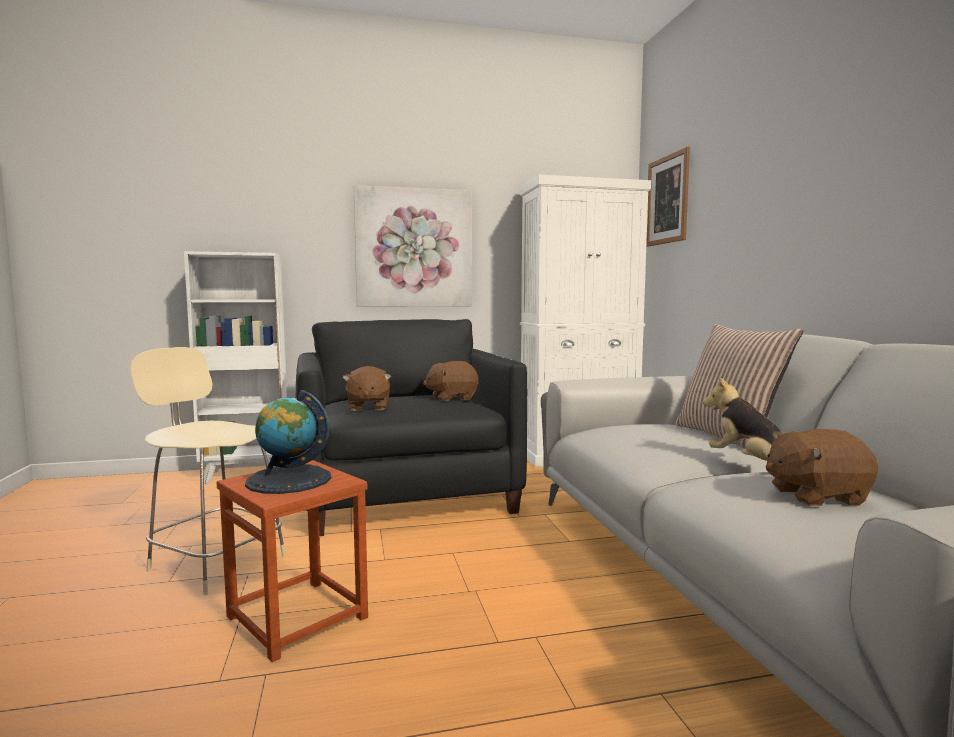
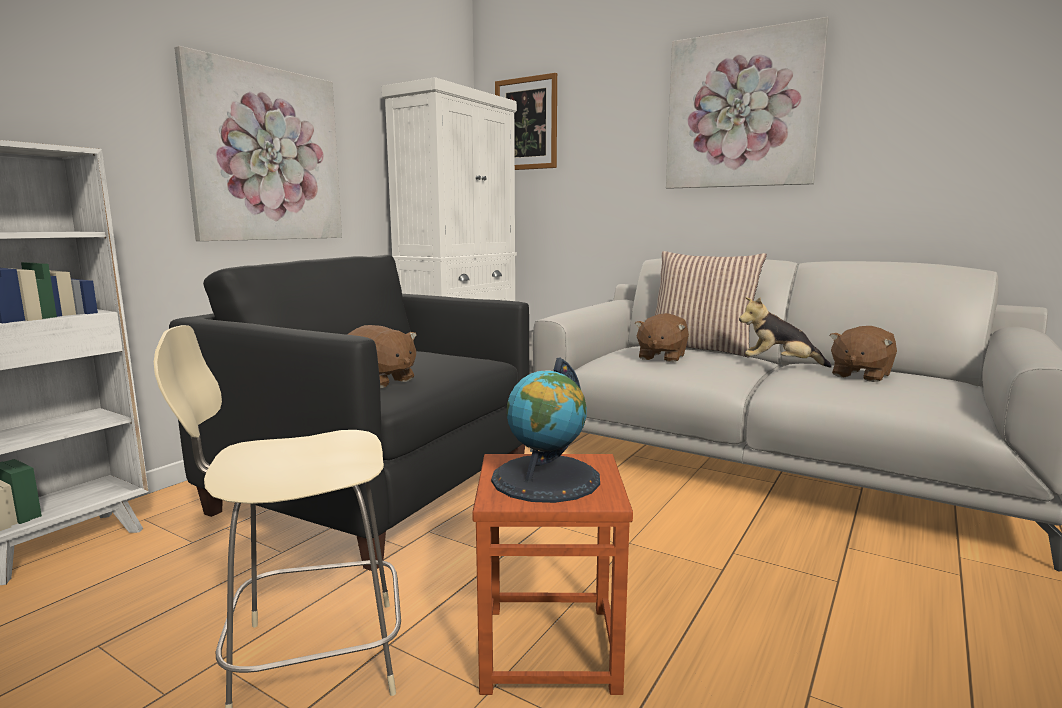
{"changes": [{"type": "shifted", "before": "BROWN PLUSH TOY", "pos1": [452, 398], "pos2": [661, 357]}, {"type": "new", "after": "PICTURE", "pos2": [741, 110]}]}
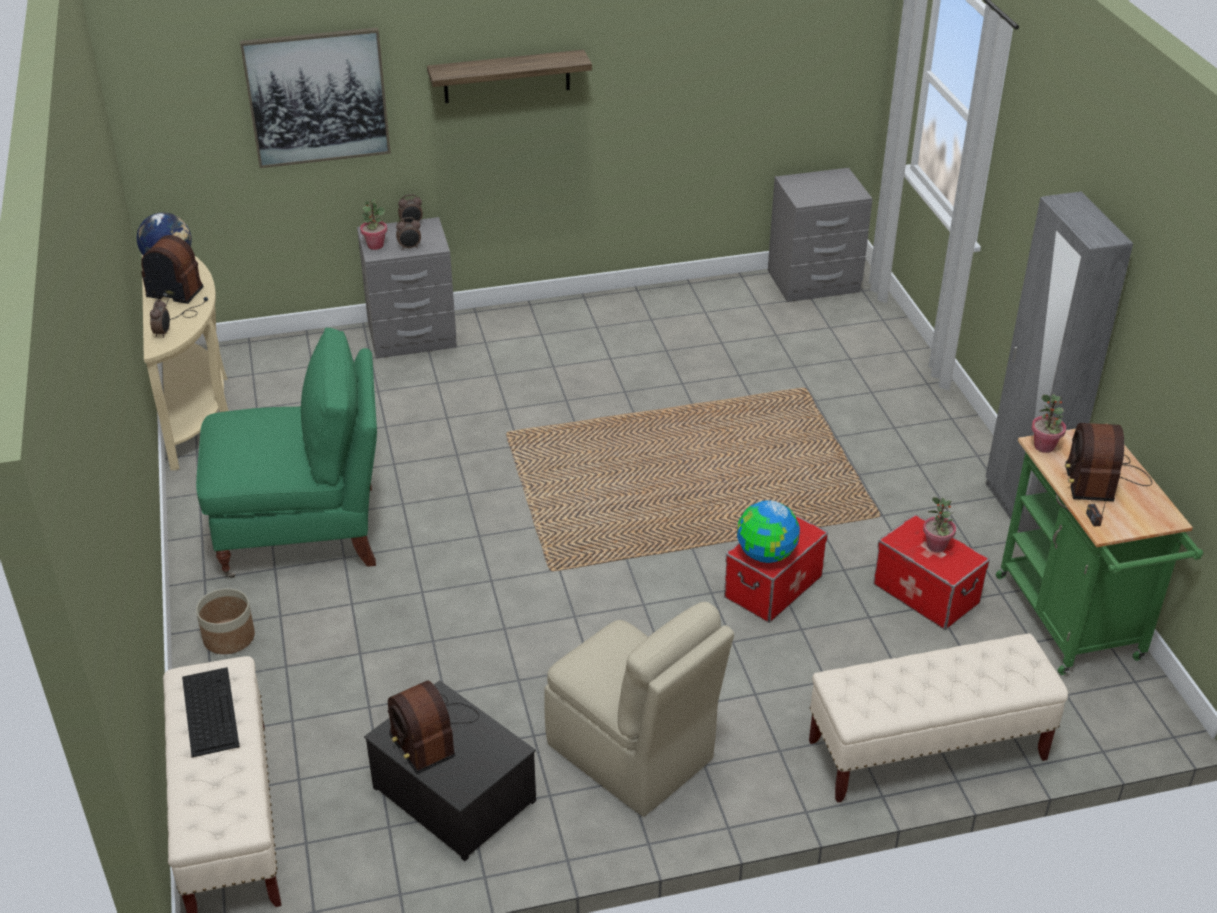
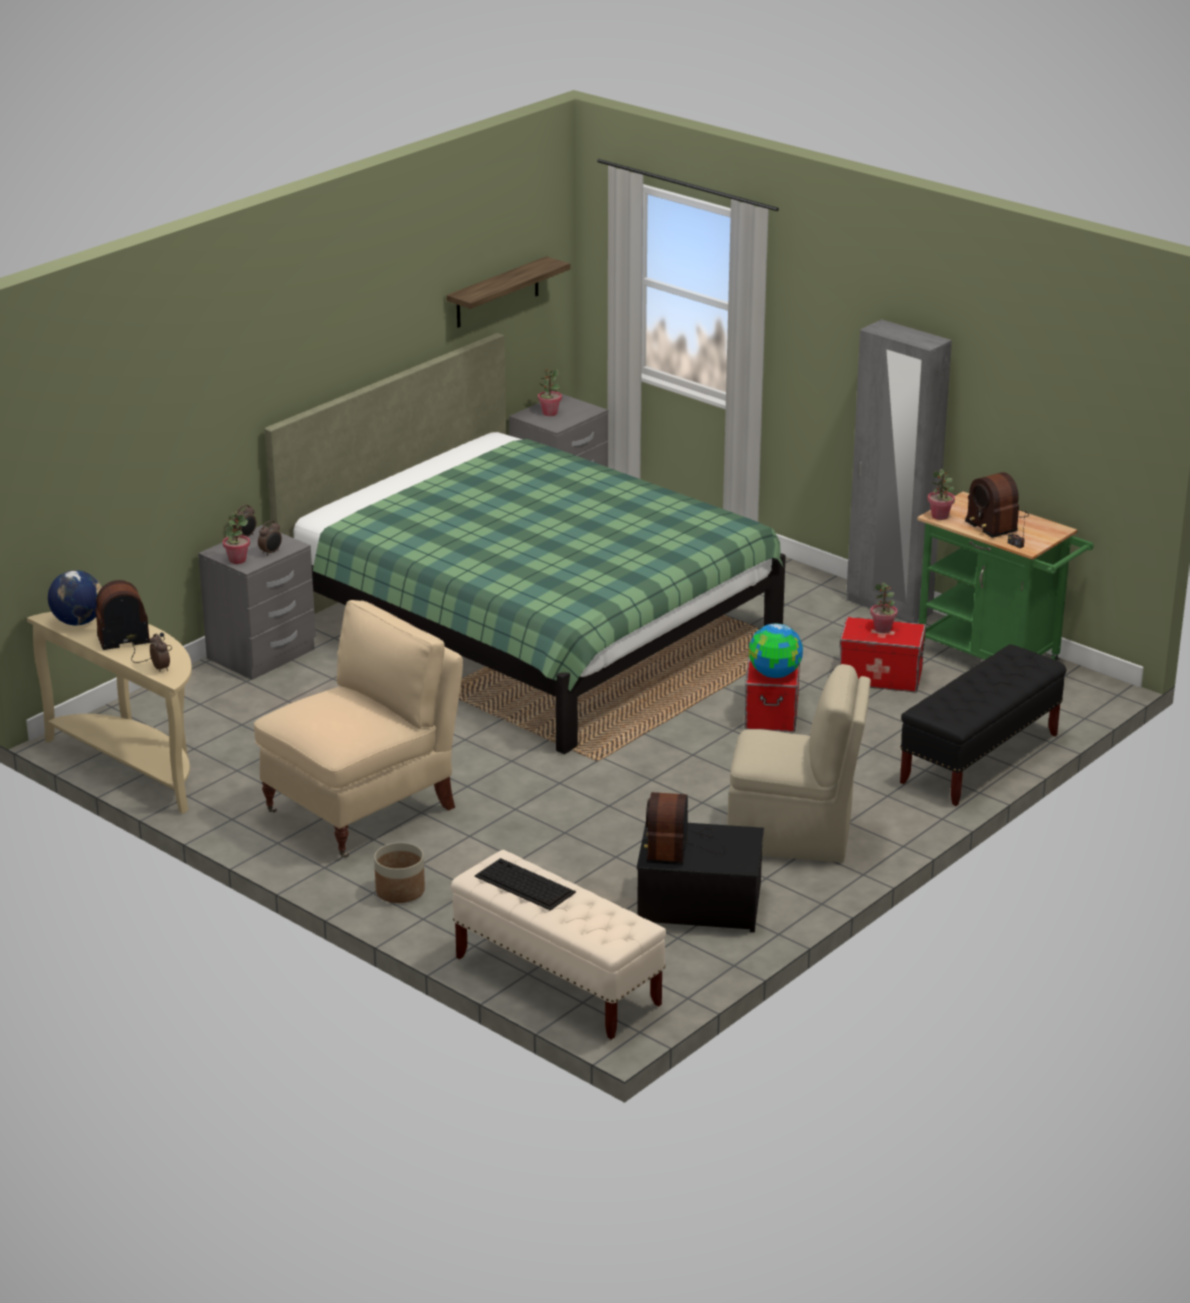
{"changes": [{"type": "repainted", "before": "GREEN ARMCHAIR", "after": "BEIGE ARMCHAIR", "pos1": [304, 531], "pos2": [363, 809]}, {"type": "new", "after": "GREEN BED", "pos2": [530, 628]}, {"type": "shifted", "before": "SHELF", "pos1": [507, 76], "pos2": [497, 293]}, {"type": "new", "after": "POTTED PLANT", "pos2": [549, 413]}, {"type": "rotated", "before": "RADIO", "pos1": [431, 733], "pos2": [681, 847], "turn": 75}, {"type": "repainted", "before": "BEIGE BENCH", "after": "BLACK BENCH", "pos1": [926, 751], "pos2": [979, 759]}, {"type": "gone", "before": "PICTURE", "pos1": [317, 97]}]}
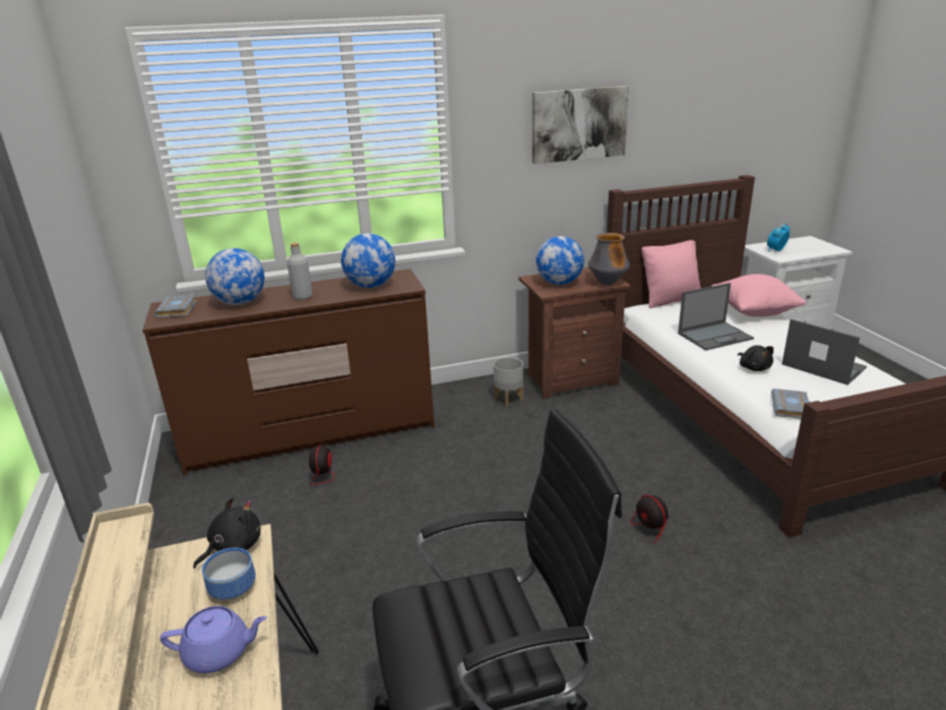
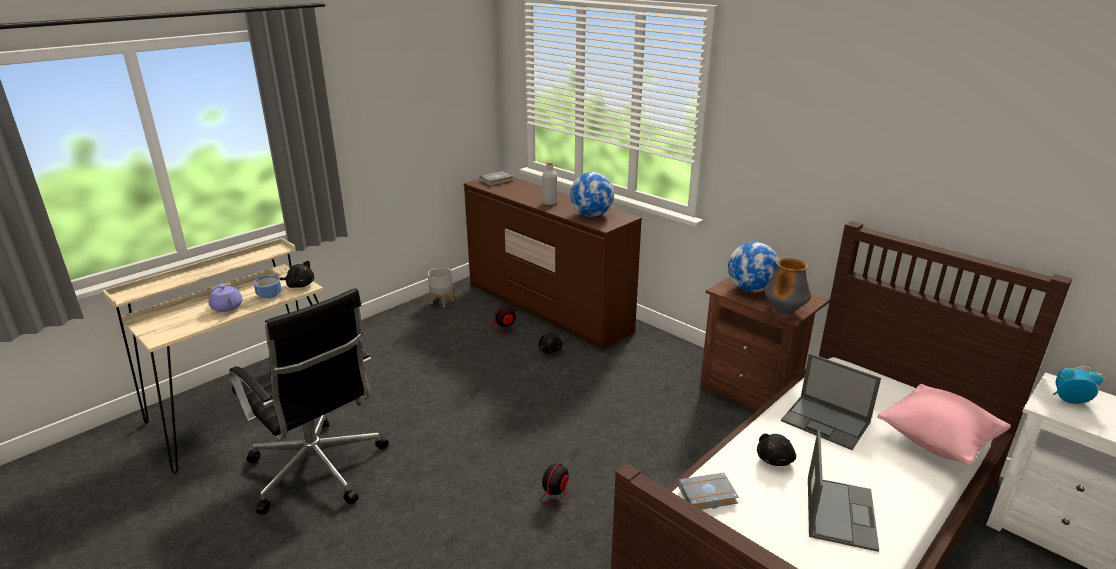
{"changes": [{"type": "shifted", "before": "GREY PLANTER", "pos1": [509, 399], "pos2": [442, 302]}, {"type": "new", "after": "BLACK PLUSH TOY", "pos2": [550, 350]}, {"type": "gone", "before": "GLOBE", "pos1": [240, 303]}, {"type": "gone", "before": "PICTURE", "pos1": [579, 124]}, {"type": "gone", "before": "PINK PILLOW", "pos1": [670, 300]}]}
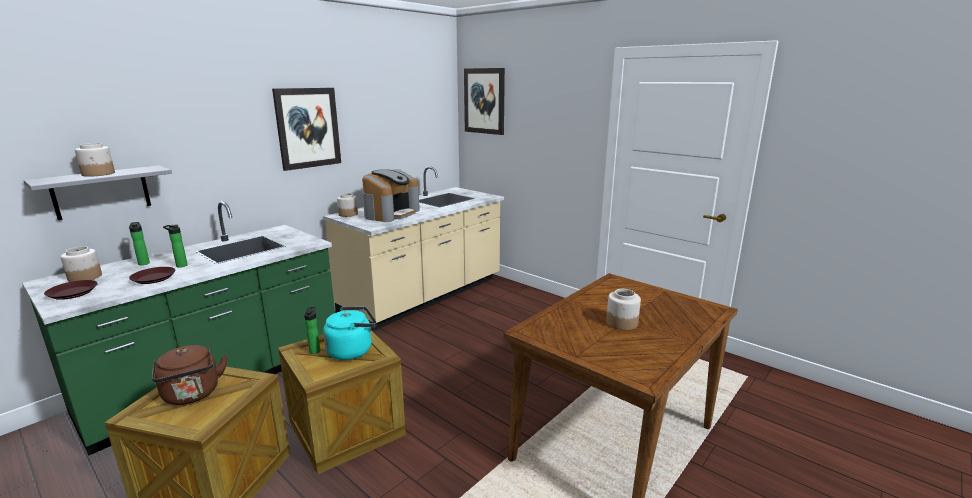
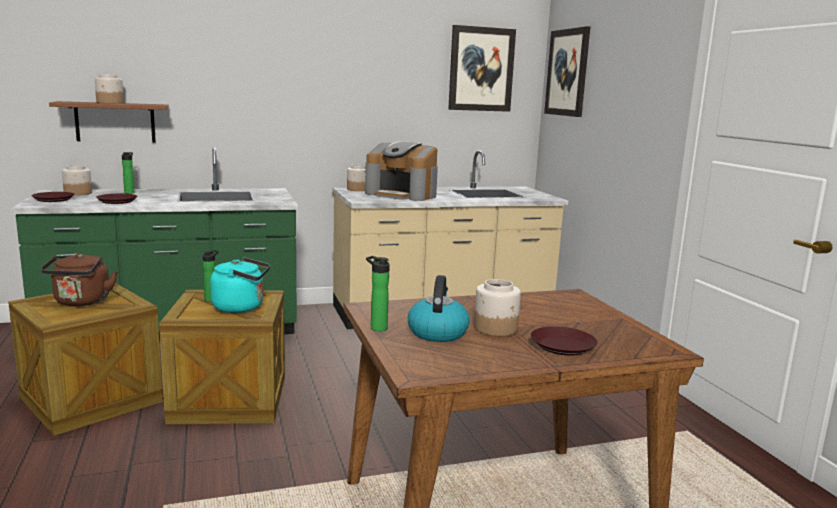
{"changes": [{"type": "repainted", "before": "GREY SHELF", "after": "BROWN SHELF", "pos1": [101, 192], "pos2": [115, 122]}, {"type": "rotated", "before": "COFFEE MACHINE", "pos1": [391, 213], "pos2": [402, 195], "turn": 60}, {"type": "shifted", "before": "BOTTLE", "pos1": [180, 265], "pos2": [376, 328]}, {"type": "new", "after": "KETTLE", "pos2": [437, 332]}, {"type": "shifted", "before": "PICTURE", "pos1": [308, 128], "pos2": [481, 69]}, {"type": "new", "after": "BROWN PLATE", "pos2": [562, 346]}]}
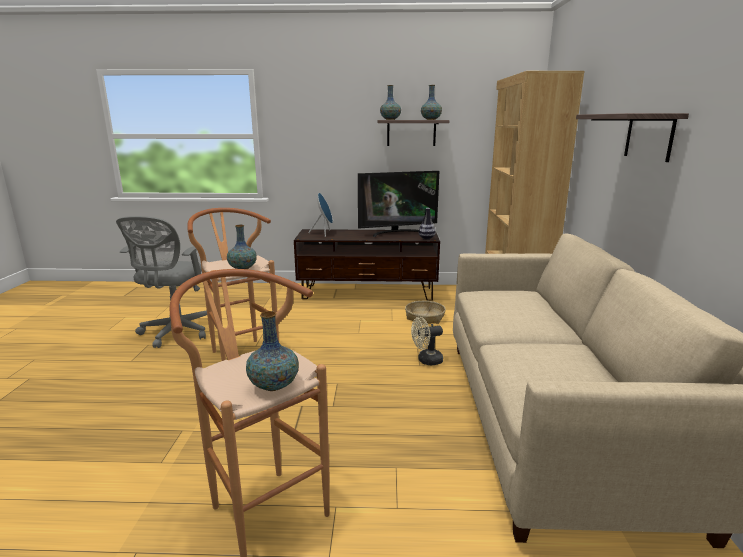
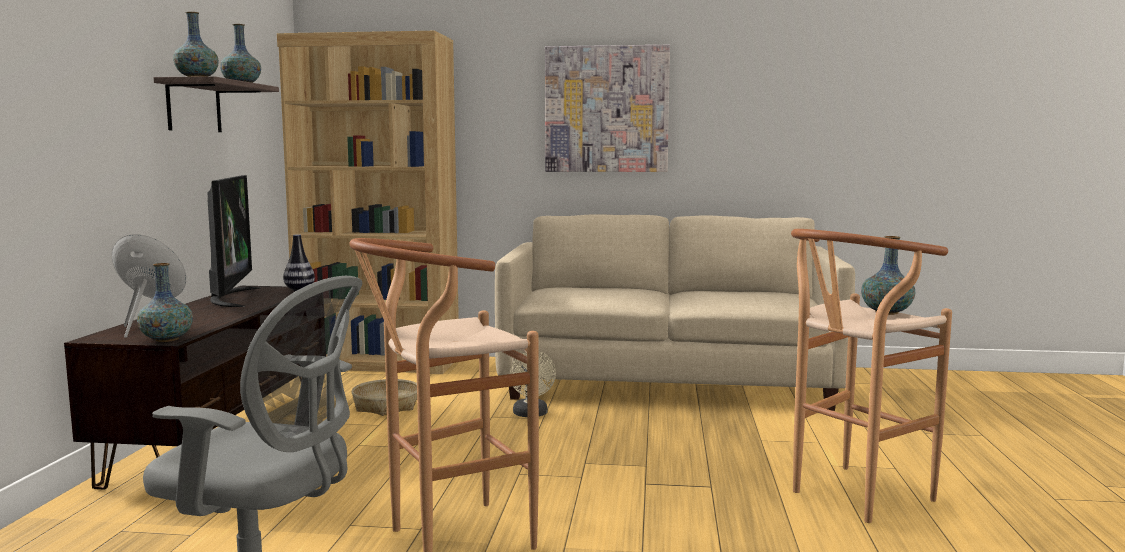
{"changes": [{"type": "shifted", "before": "VASE", "pos1": [242, 268], "pos2": [167, 339]}, {"type": "swapped", "before": "SHELF", "after": "PICTURE", "pos1": [649, 136], "pos2": [606, 109]}]}
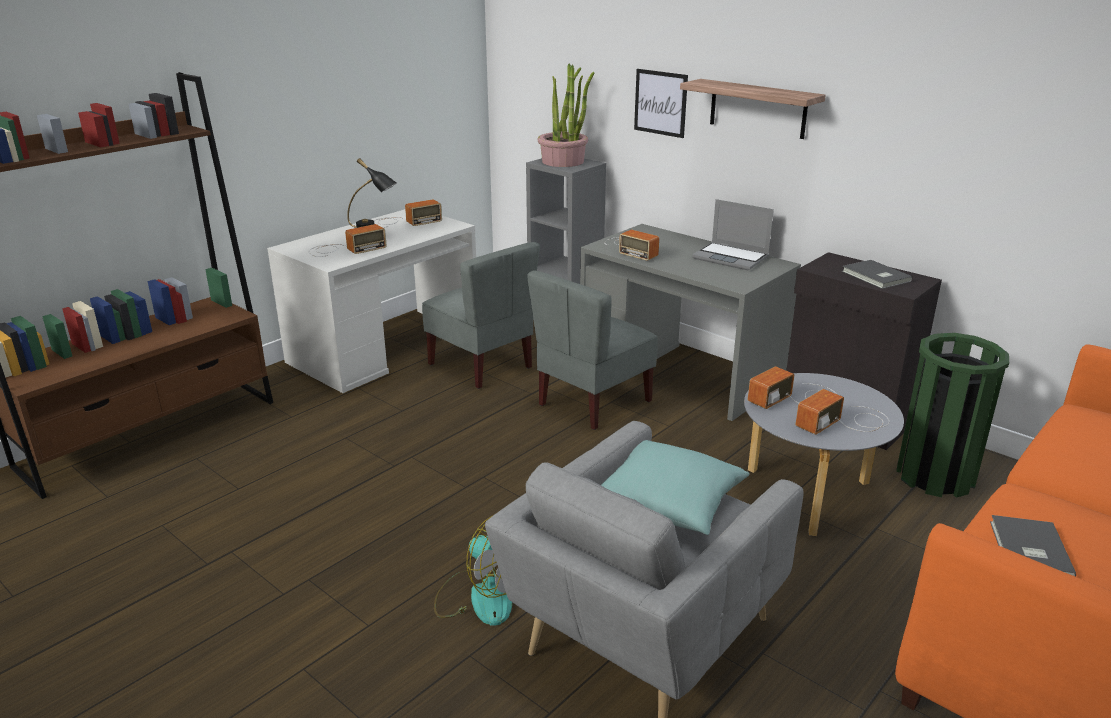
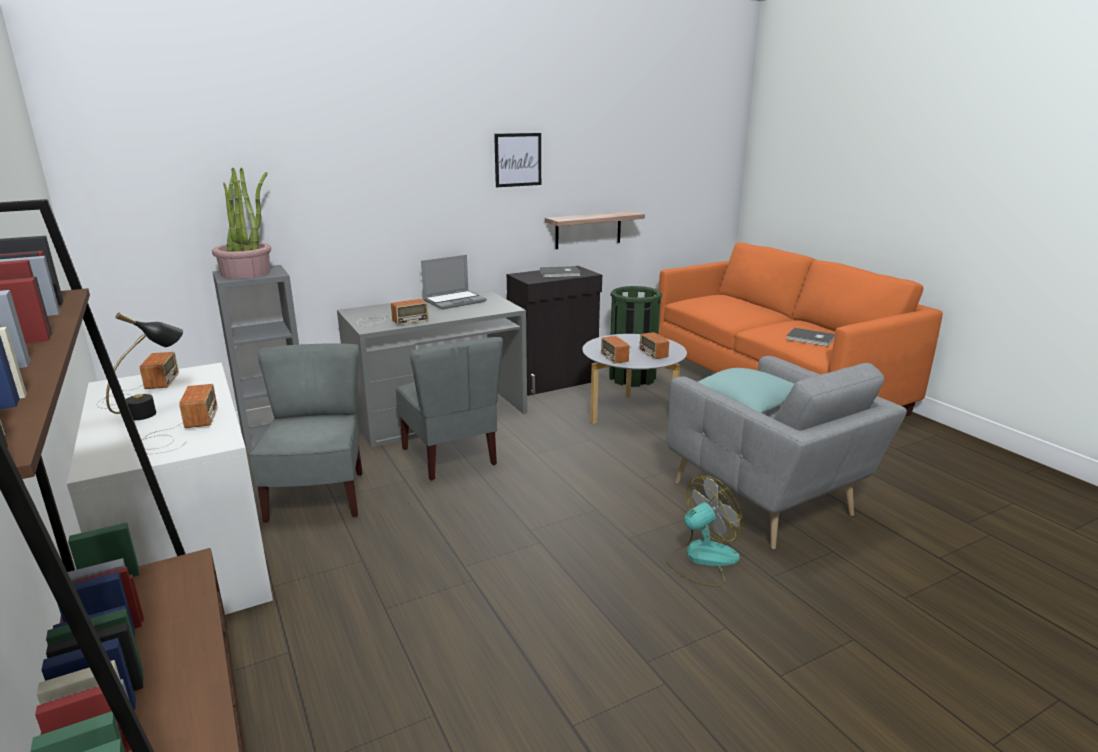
{"changes": [{"type": "rotated", "before": "GREY CHAIR", "pos1": [482, 365], "pos2": [319, 496], "turn": -75}, {"type": "shifted", "before": "PICTURE", "pos1": [660, 103], "pos2": [518, 160]}, {"type": "shifted", "before": "SHELF", "pos1": [757, 108], "pos2": [588, 230]}]}
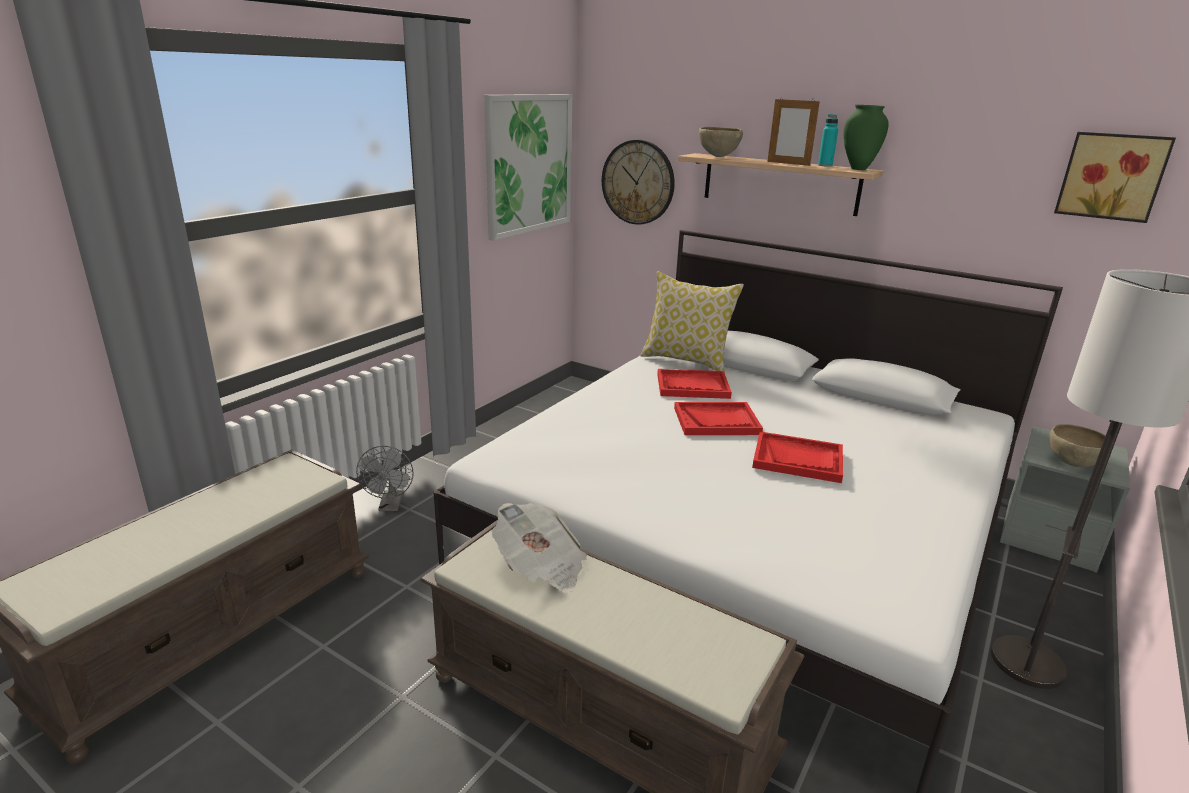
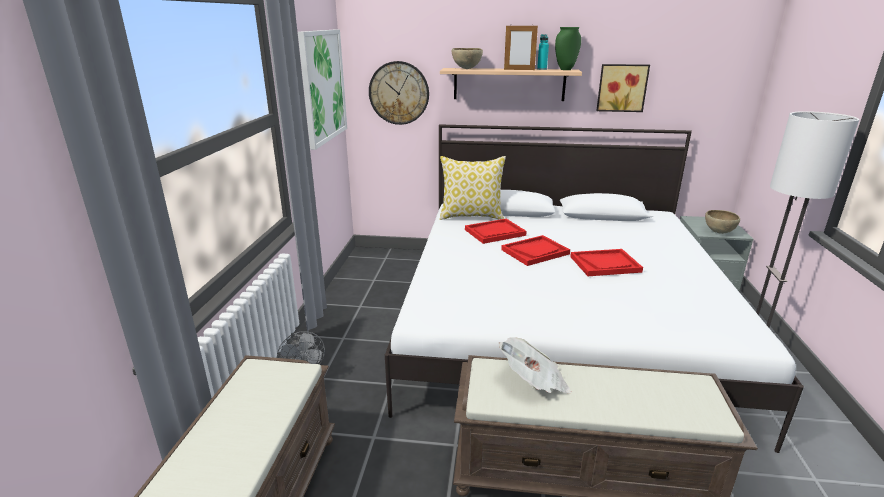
{"changes": [{"type": "shifted", "before": "PICTURE", "pos1": [1111, 176], "pos2": [621, 88]}]}
